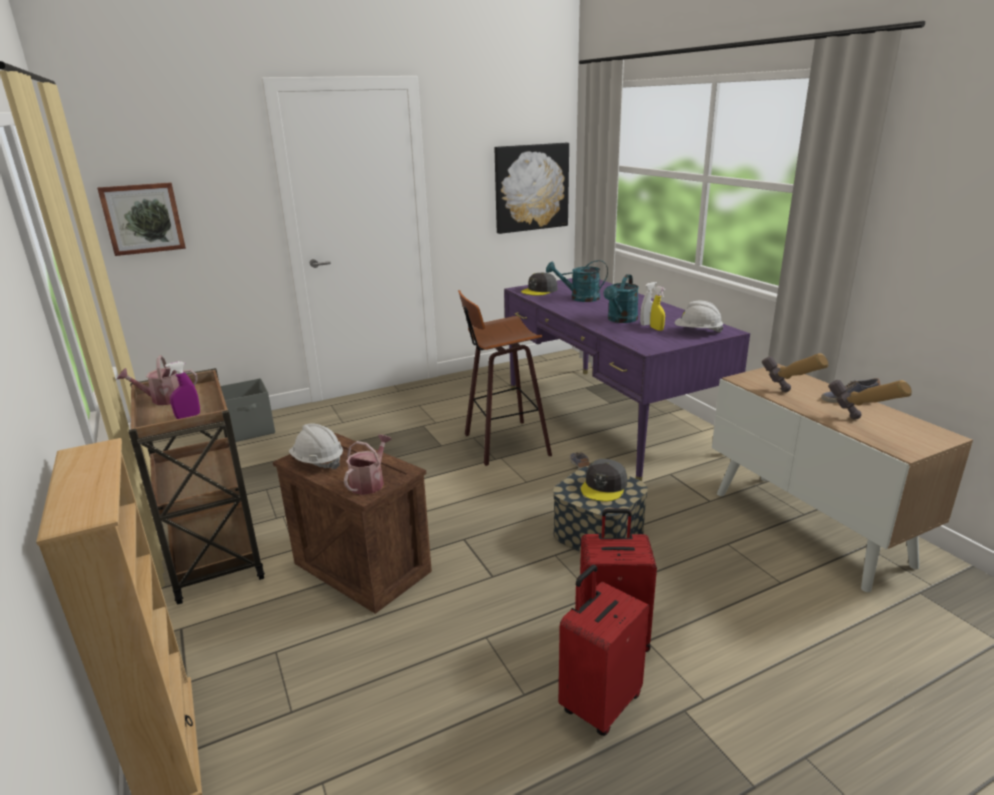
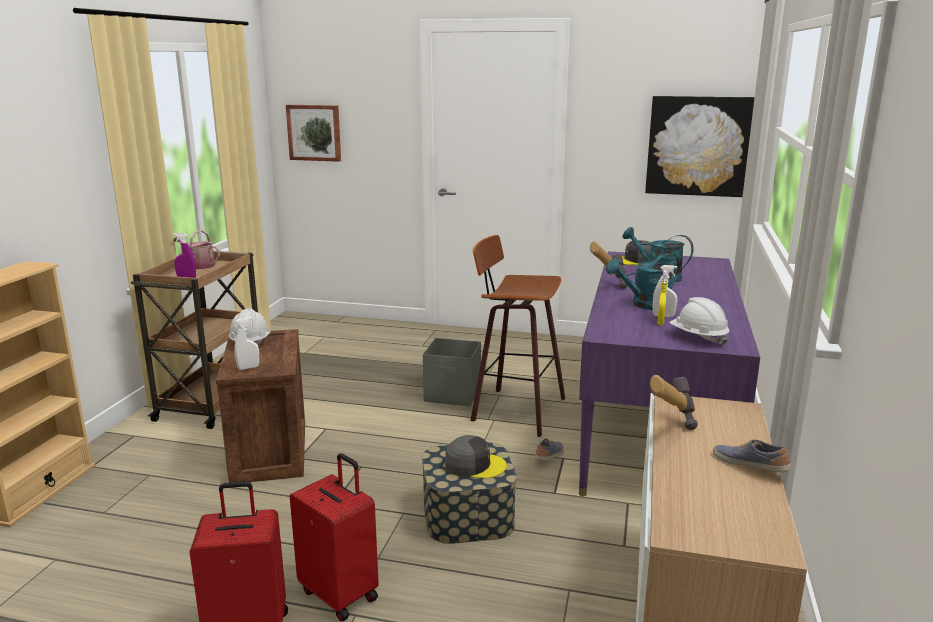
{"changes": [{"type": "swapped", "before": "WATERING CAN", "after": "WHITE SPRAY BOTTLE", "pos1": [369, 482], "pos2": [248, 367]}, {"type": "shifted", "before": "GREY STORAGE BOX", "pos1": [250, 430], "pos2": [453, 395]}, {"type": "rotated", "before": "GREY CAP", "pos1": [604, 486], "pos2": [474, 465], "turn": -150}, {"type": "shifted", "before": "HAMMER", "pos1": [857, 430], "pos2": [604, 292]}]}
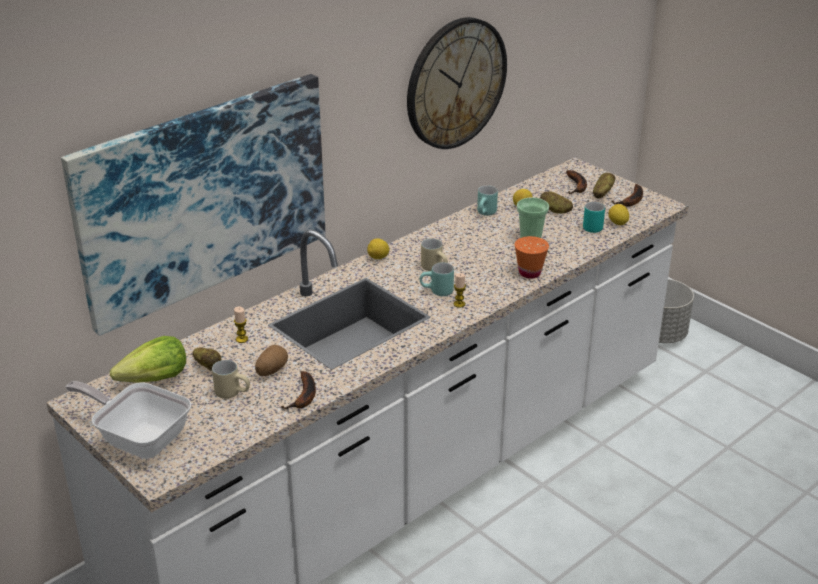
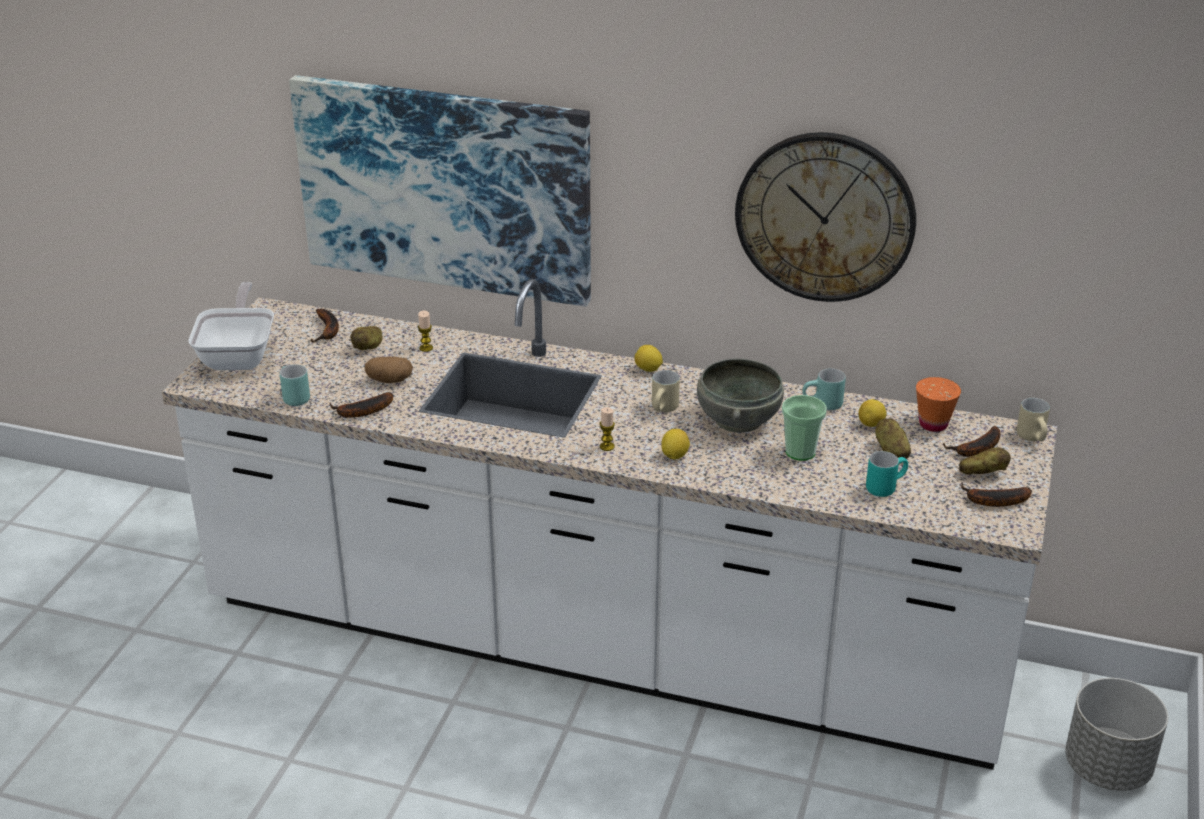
{"changes": [{"type": "shifted", "before": "TURQUOISE MUG", "pos1": [437, 292], "pos2": [292, 398]}, {"type": "swapped", "before": "LETTUCE", "after": "BANANA", "pos1": [155, 379], "pos2": [327, 330]}, {"type": "shifted", "before": "LEMON", "pos1": [617, 223], "pos2": [674, 455]}, {"type": "new", "after": "GREY BOWL", "pos2": [737, 419]}, {"type": "shifted", "before": "ORANGE CUP", "pos1": [529, 273], "pos2": [933, 424]}, {"type": "shifted", "before": "BEIGE MUG", "pos1": [233, 392], "pos2": [1034, 438]}]}
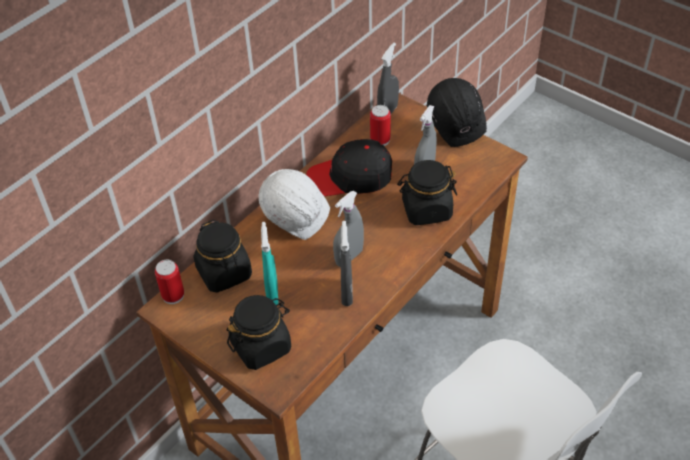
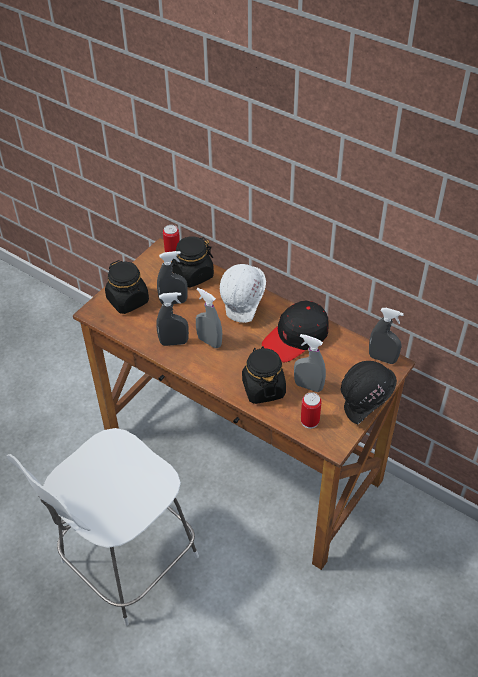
{"changes": [{"type": "repainted", "before": "TURQUOISE SPRAY BOTTLE", "after": "GREY SPRAY BOTTLE", "pos1": [272, 294], "pos2": [173, 302]}, {"type": "rotated", "before": "BLACK CAP", "pos1": [350, 177], "pos2": [296, 337], "turn": -120}, {"type": "shifted", "before": "CAN", "pos1": [380, 140], "pos2": [309, 421]}]}
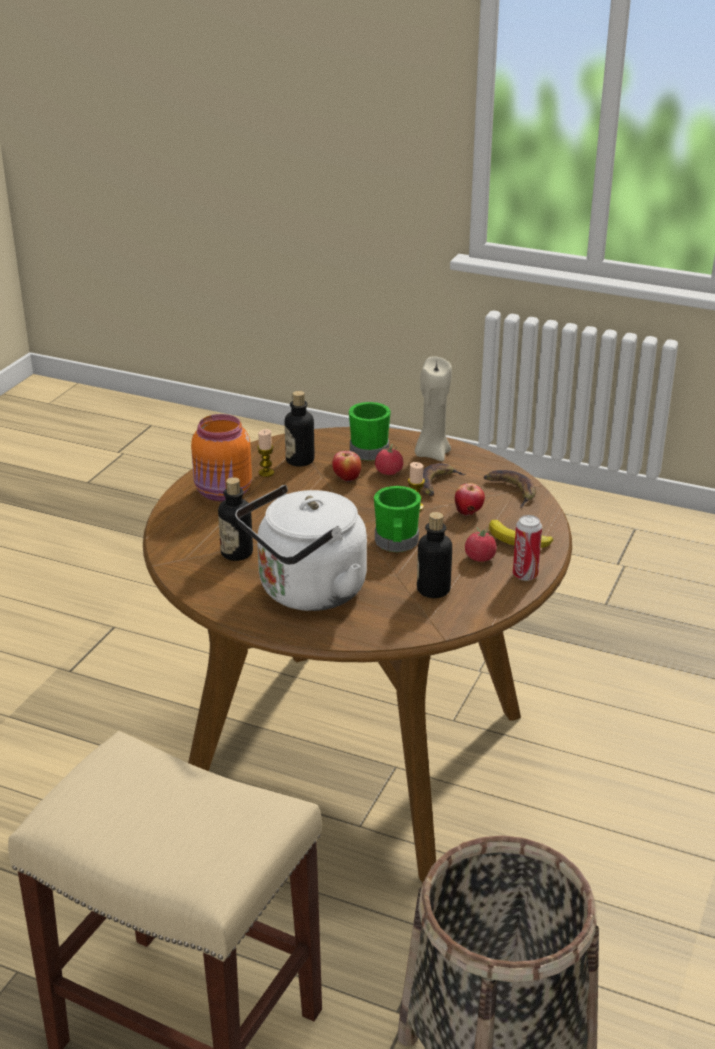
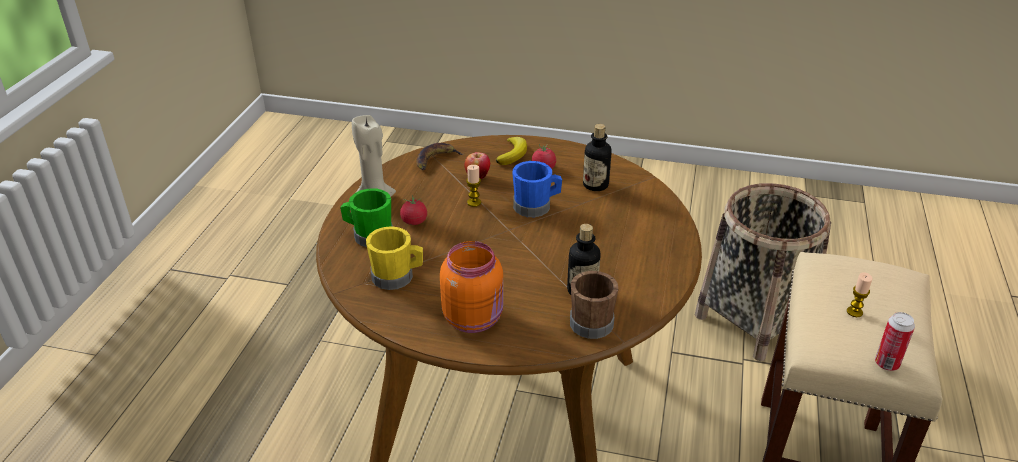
{"changes": [{"type": "swapped", "before": "BOTTLE", "after": "YELLOW MUG", "pos1": [300, 460], "pos2": [397, 277]}, {"type": "repainted", "before": "GREEN MUG", "after": "BLUE MUG", "pos1": [396, 544], "pos2": [536, 207]}, {"type": "new", "after": "BROWN MUG", "pos2": [594, 321]}, {"type": "shifted", "before": "CANDLE", "pos1": [266, 473], "pos2": [854, 312]}, {"type": "shifted", "before": "CAN", "pos1": [525, 575], "pos2": [886, 364]}, {"type": "gone", "before": "WHITE KETTLE", "pos1": [307, 593]}, {"type": "gone", "before": "APPLE", "pos1": [346, 479]}, {"type": "gone", "before": "BANANA", "pos1": [437, 483]}]}
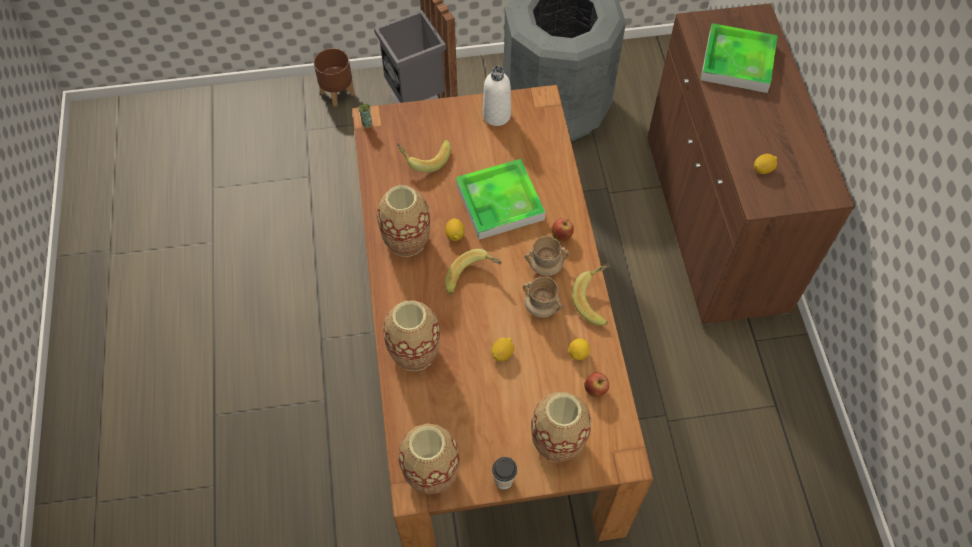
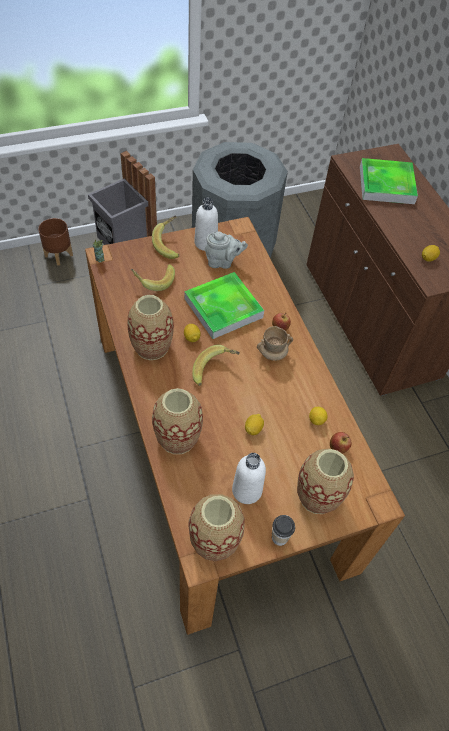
{"changes": [{"type": "shifted", "before": "BANANA", "pos1": [596, 300], "pos2": [170, 244]}, {"type": "new", "after": "GREY TEAPOT", "pos2": [222, 262]}, {"type": "new", "after": "WHITE BOTTLE", "pos2": [247, 490]}, {"type": "gone", "before": "BEIGE MUG", "pos1": [541, 307]}]}
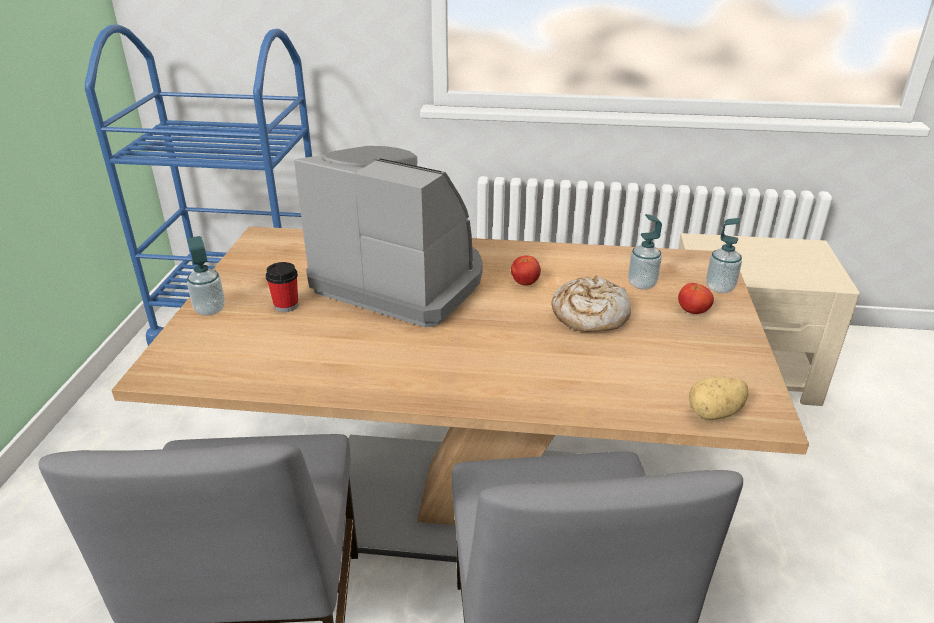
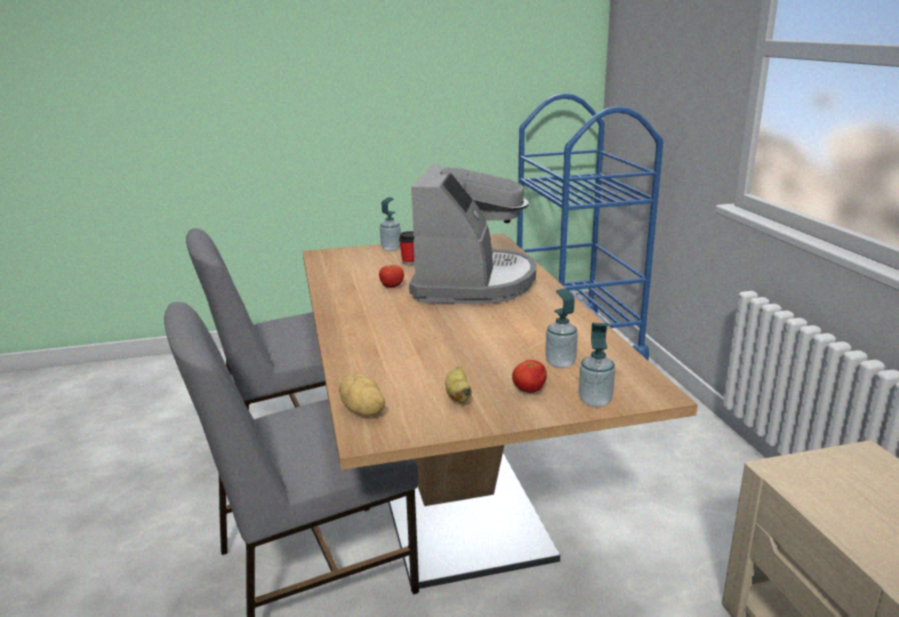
{"changes": [{"type": "shifted", "before": "TOMATO", "pos1": [525, 283], "pos2": [392, 287]}, {"type": "new", "after": "BANANA", "pos2": [458, 396]}, {"type": "gone", "before": "BREAD", "pos1": [589, 315]}]}
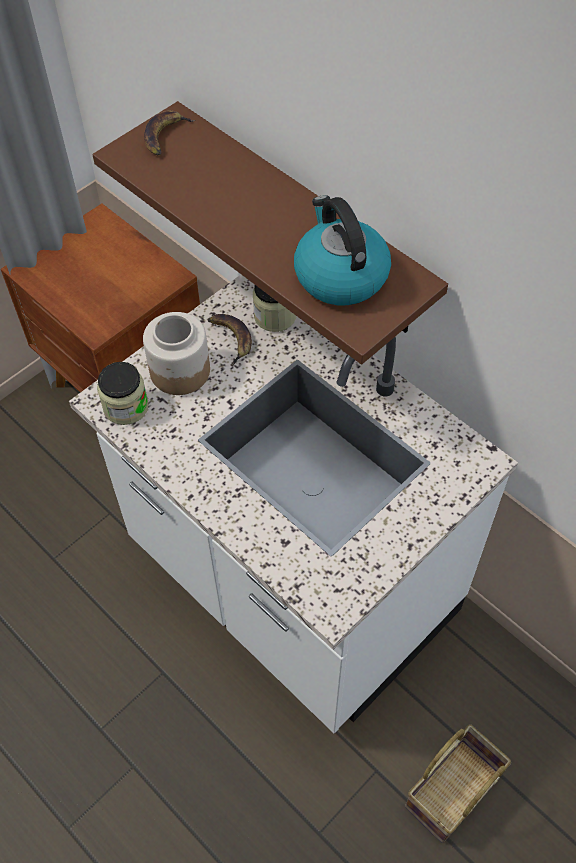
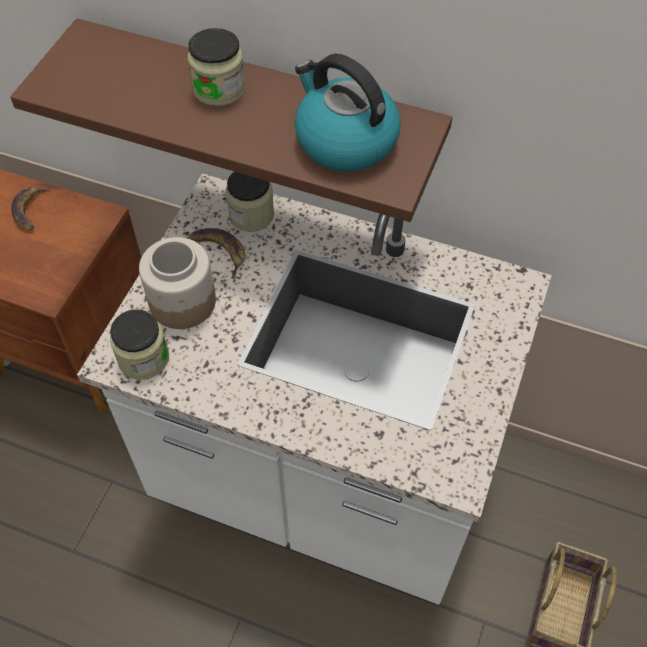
{"changes": [{"type": "shifted", "before": "BANANA", "pos1": [165, 136], "pos2": [30, 210]}, {"type": "new", "after": "JAR", "pos2": [219, 89]}]}
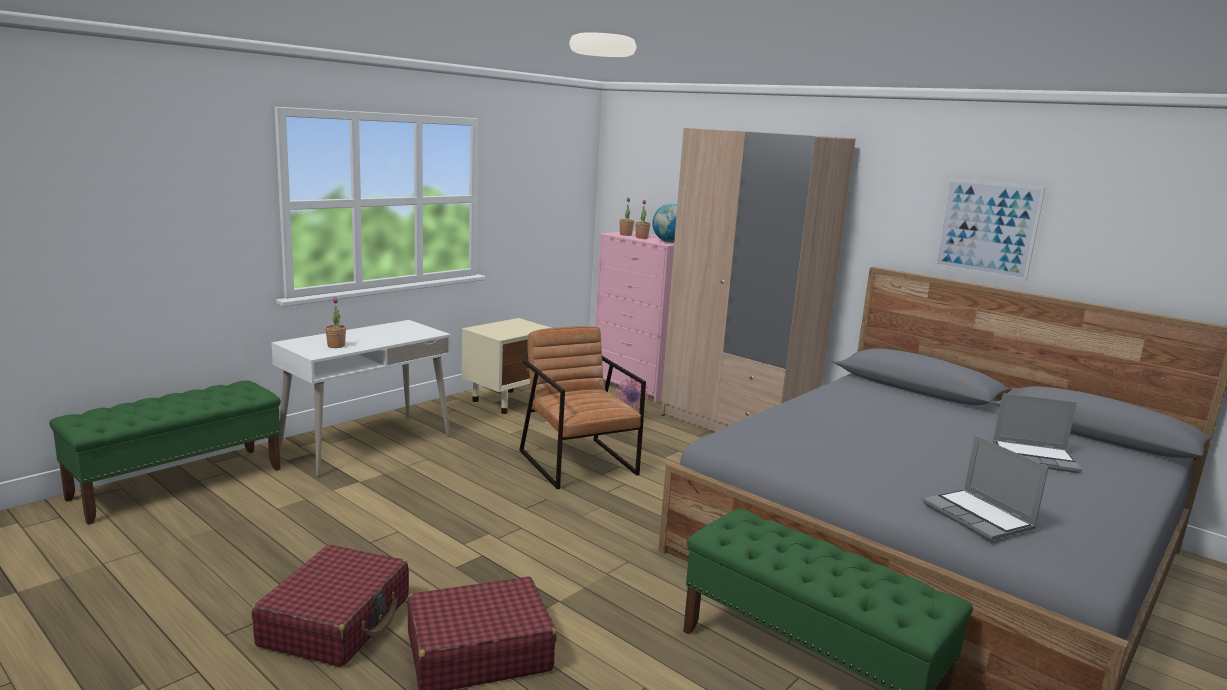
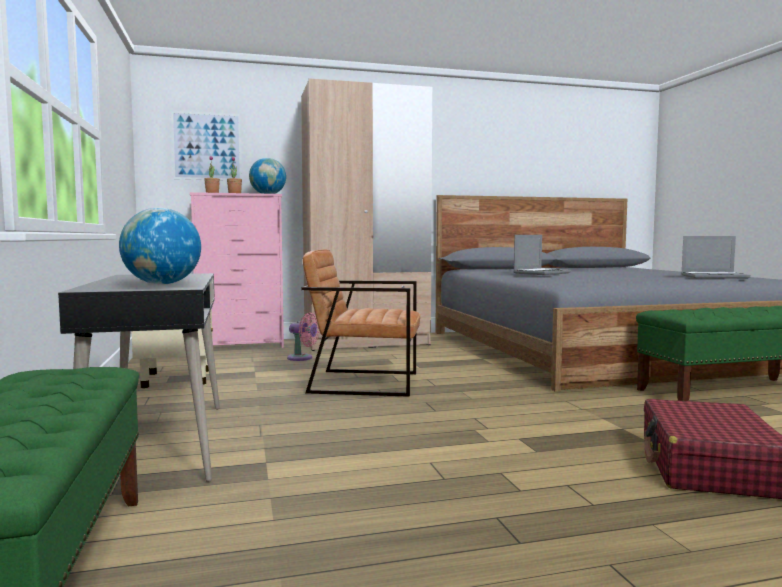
{"changes": [{"type": "repainted", "before": "WHITE DESK", "after": "BLACK DESK", "pos1": [367, 444], "pos2": [157, 444]}, {"type": "swapped", "before": "POTTED PLANT", "after": "GLOBE", "pos1": [336, 346], "pos2": [162, 284]}, {"type": "shifted", "before": "PICTURE", "pos1": [987, 228], "pos2": [207, 146]}, {"type": "shifted", "before": "LAPTOP", "pos1": [1035, 458], "pos2": [541, 273]}, {"type": "gone", "before": "RED SUITCASE", "pos1": [336, 621]}]}
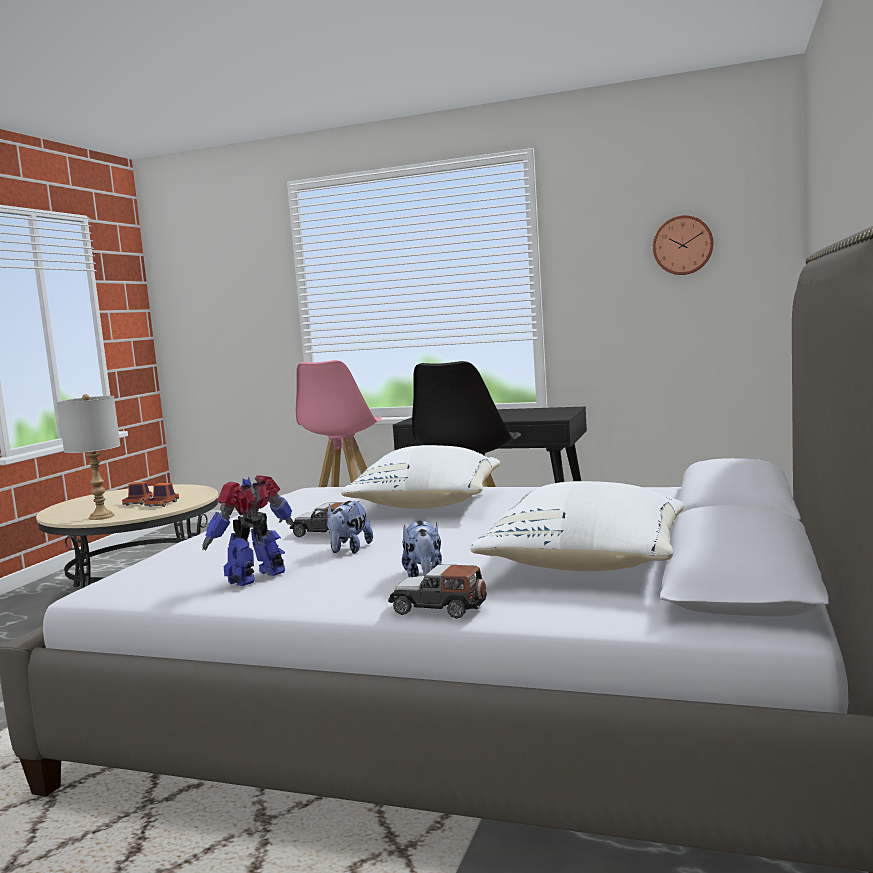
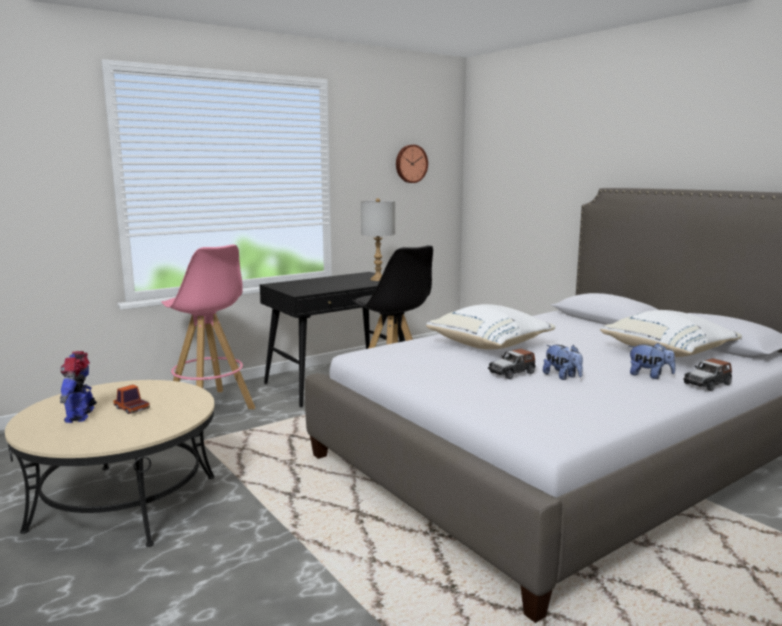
{"changes": [{"type": "shifted", "before": "TOY ROBOT", "pos1": [258, 577], "pos2": [81, 415]}, {"type": "shifted", "before": "GREY TABLE LAMP", "pos1": [102, 516], "pos2": [378, 279]}, {"type": "gone", "before": "TOY TRUCK", "pos1": [162, 504]}]}
